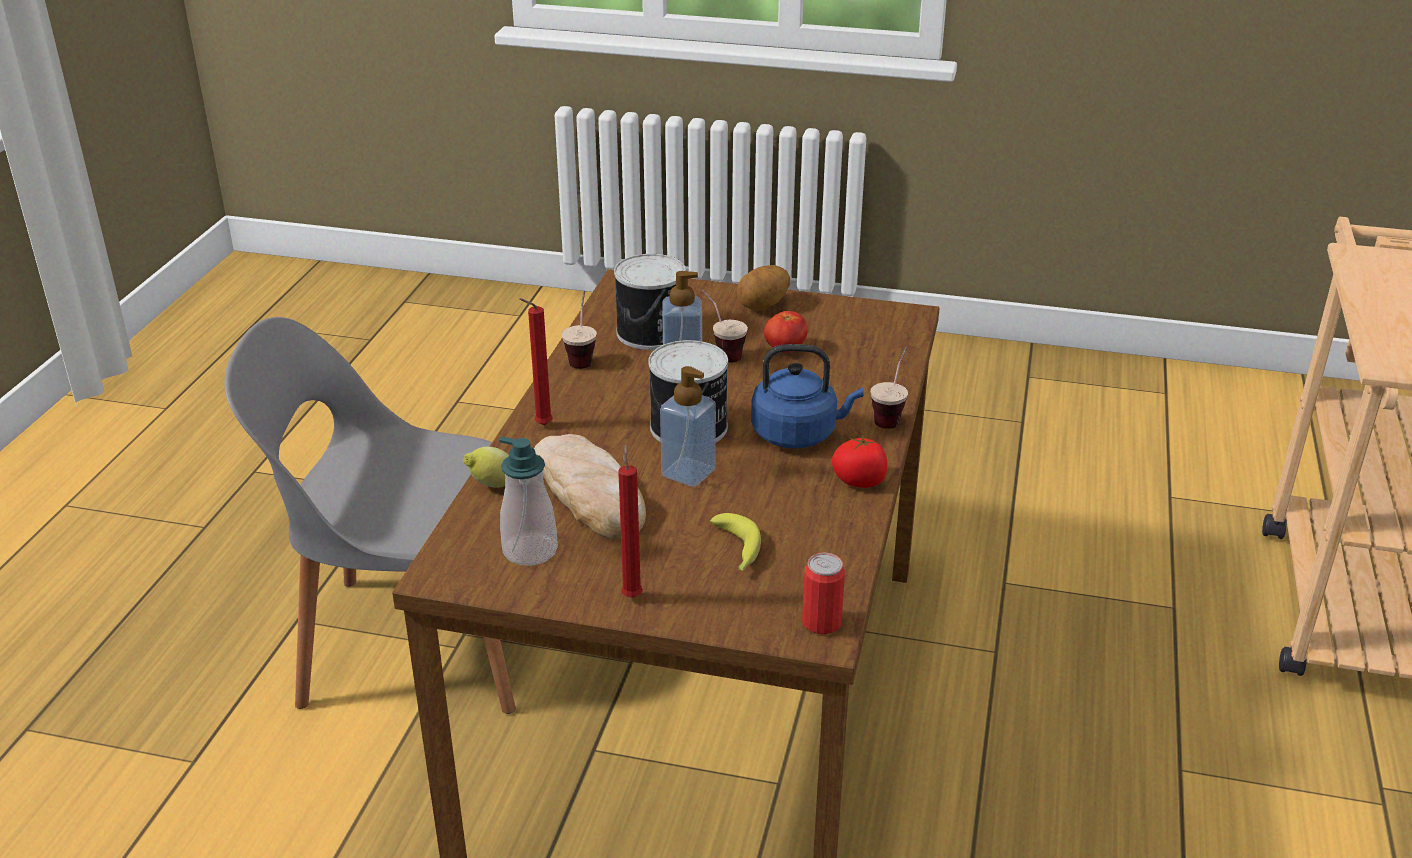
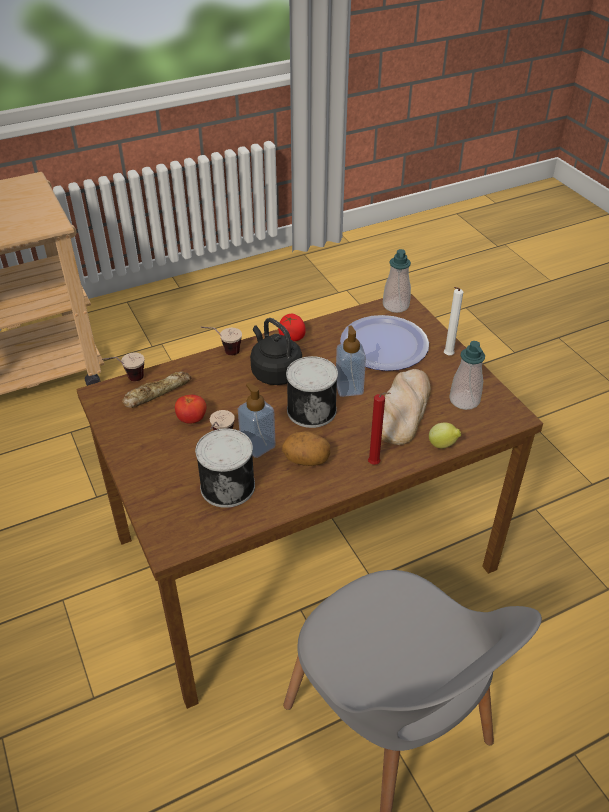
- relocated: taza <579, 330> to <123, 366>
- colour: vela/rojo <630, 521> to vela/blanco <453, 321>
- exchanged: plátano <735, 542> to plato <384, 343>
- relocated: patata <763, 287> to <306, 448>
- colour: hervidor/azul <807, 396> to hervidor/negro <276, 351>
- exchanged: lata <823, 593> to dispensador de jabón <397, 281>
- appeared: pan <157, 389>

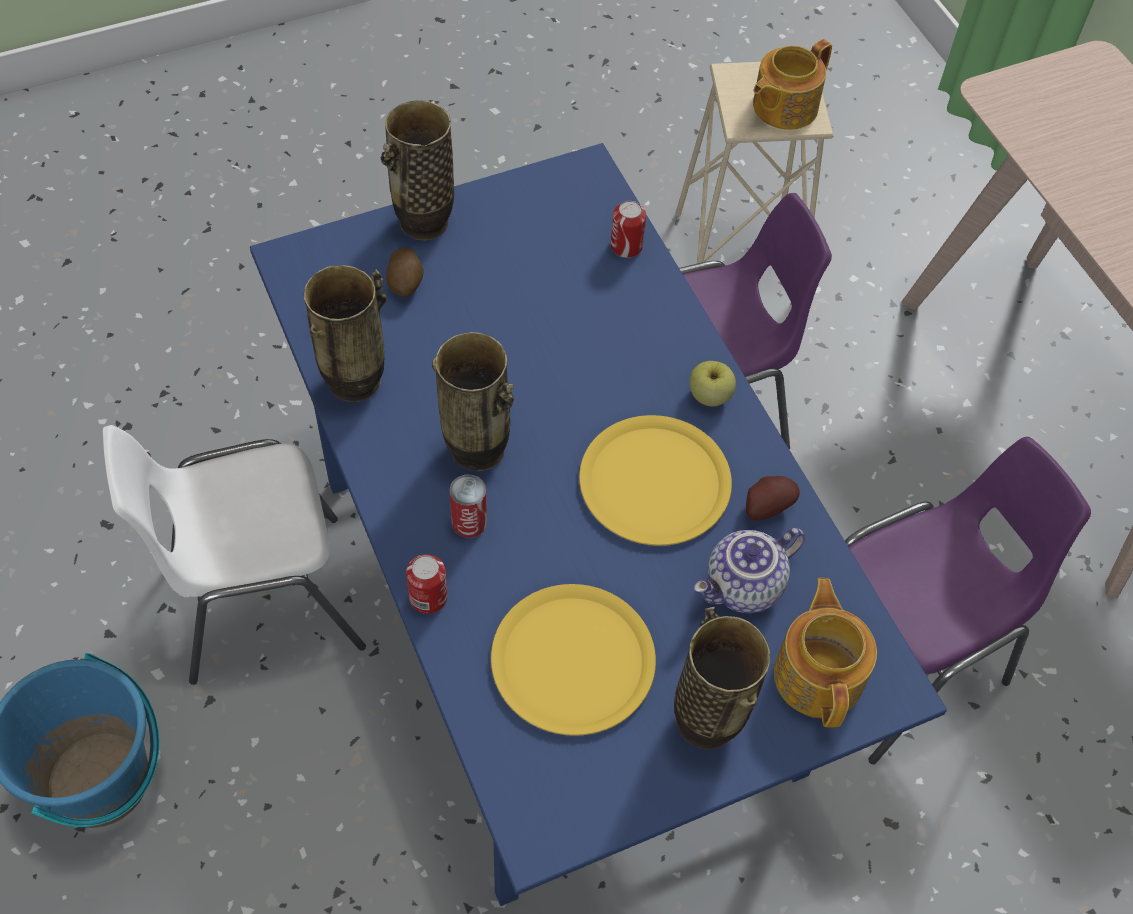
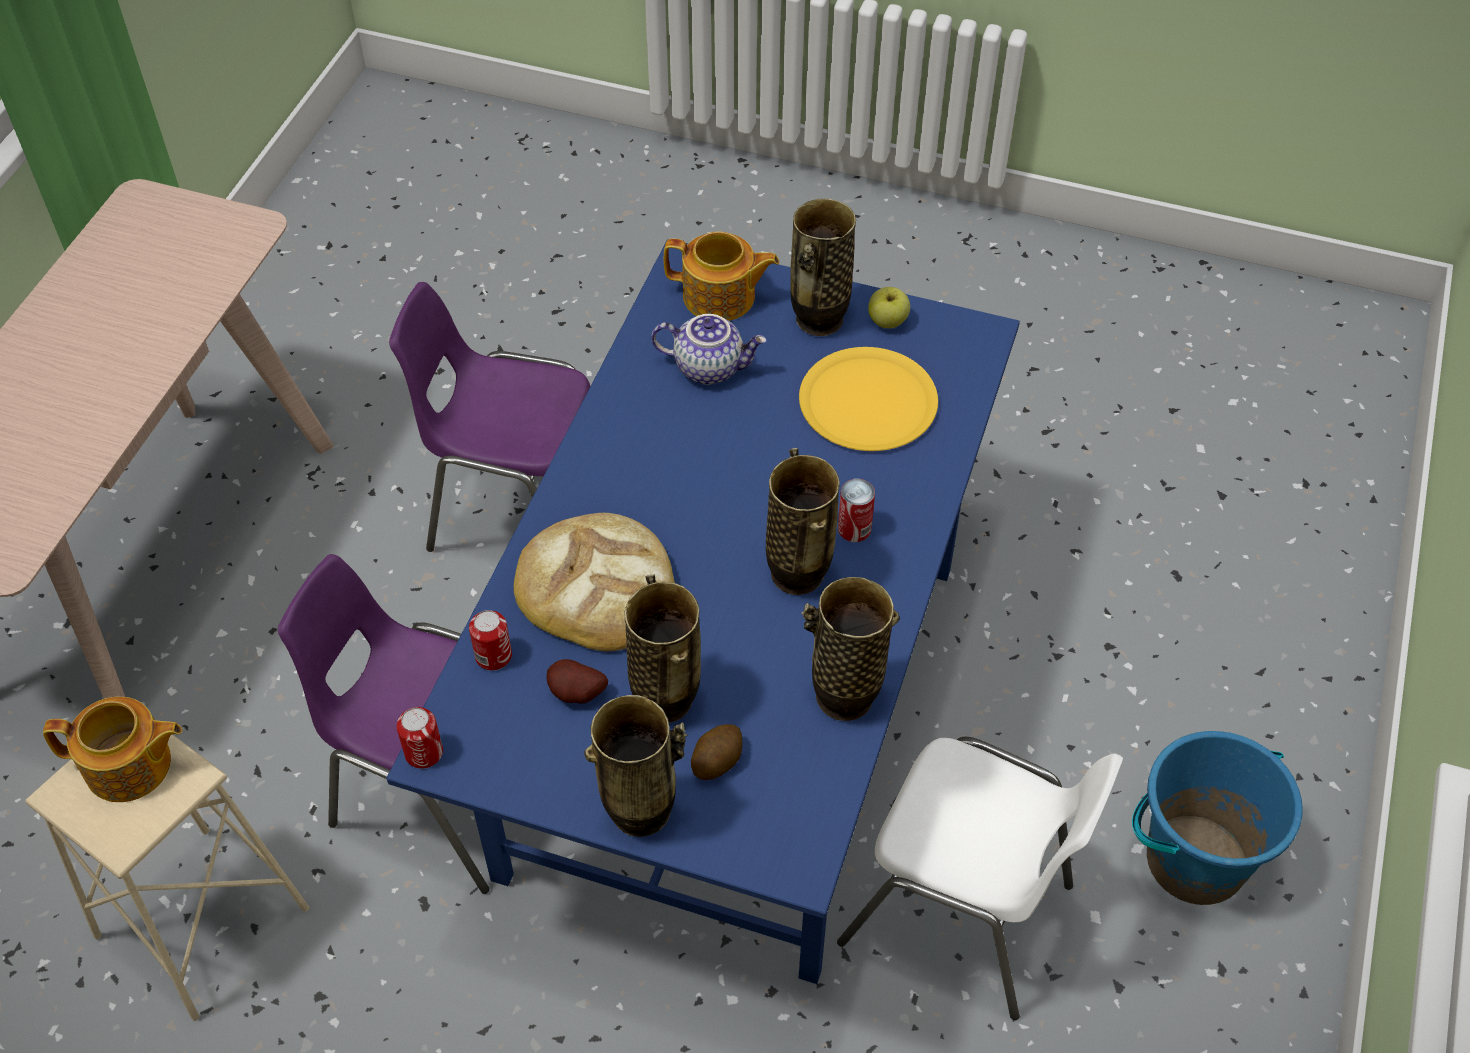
- relocated: lata <426, 584> to <419, 737>
- missing: plato/amarillo <655, 480>
- relocated: manzana <713, 384> to <889, 307>
- relocated: patata <773, 498> to <577, 681>
- spun: tetera <825, 652> = <721, 276> 120 degrees counterclockwise
- appeared: pan <594, 582>
- appeared: florero <663, 648>

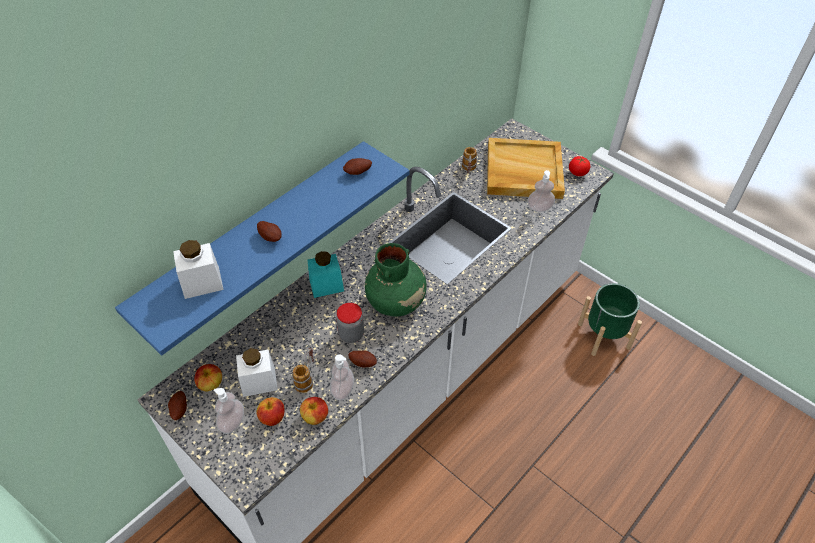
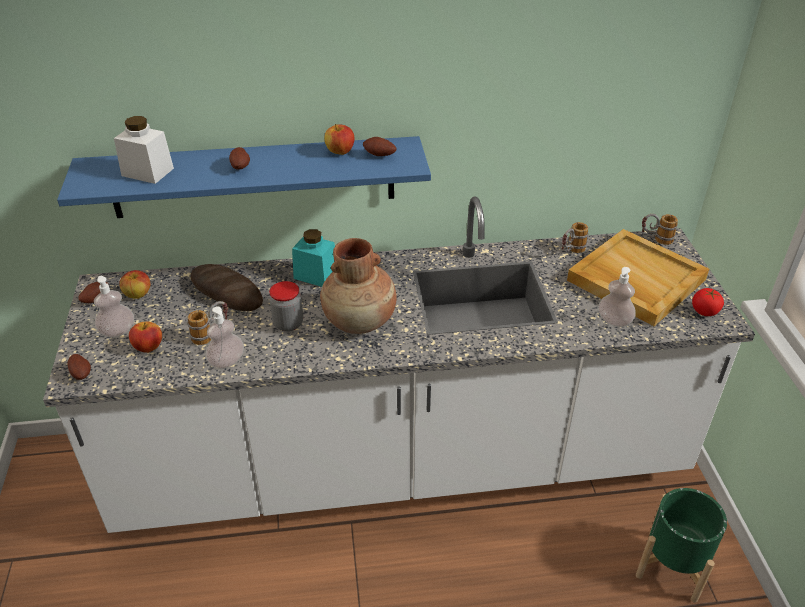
- missing: tarro/blanco <257, 372>
- relocated: manzana <314, 411> to <340, 139>
- relocated: patata <362, 359> to <79, 367>
- colour: florero/verde <396, 280> to florero/marrón <358, 286>
- appeared: pan <227, 287>
- appeared: taza grande <660, 229>

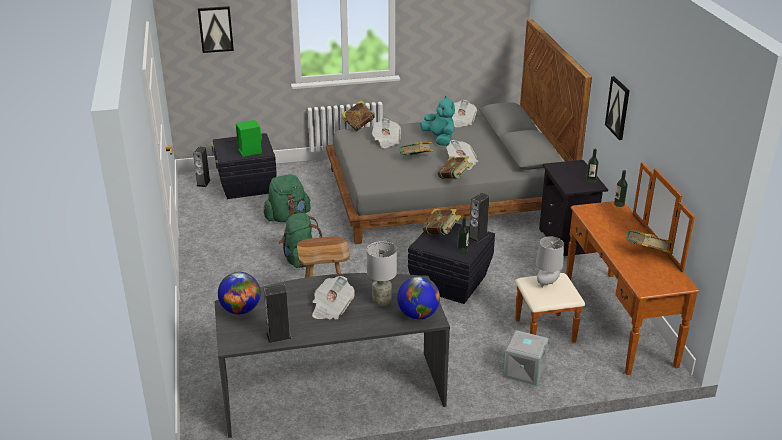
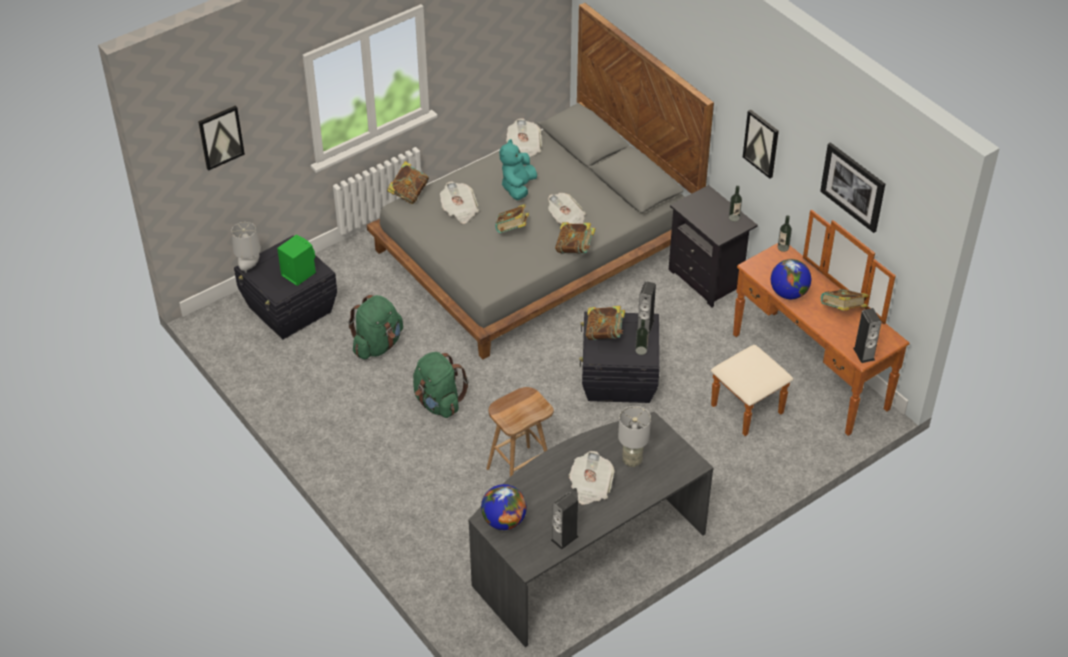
- relocated: altavoz <202, 167> to <867, 335>
- relocated: globo terráqueo <418, 297> to <791, 279>
- spun: peluche/turquesa <437, 121> = <518, 169> 105 degrees counterclockwise
- missing: caja de almacenaje/gris <526, 358>
- relocated: lámpara de mesa/gris <550, 262> to <246, 247>
- appeared: cuadro <852, 187>

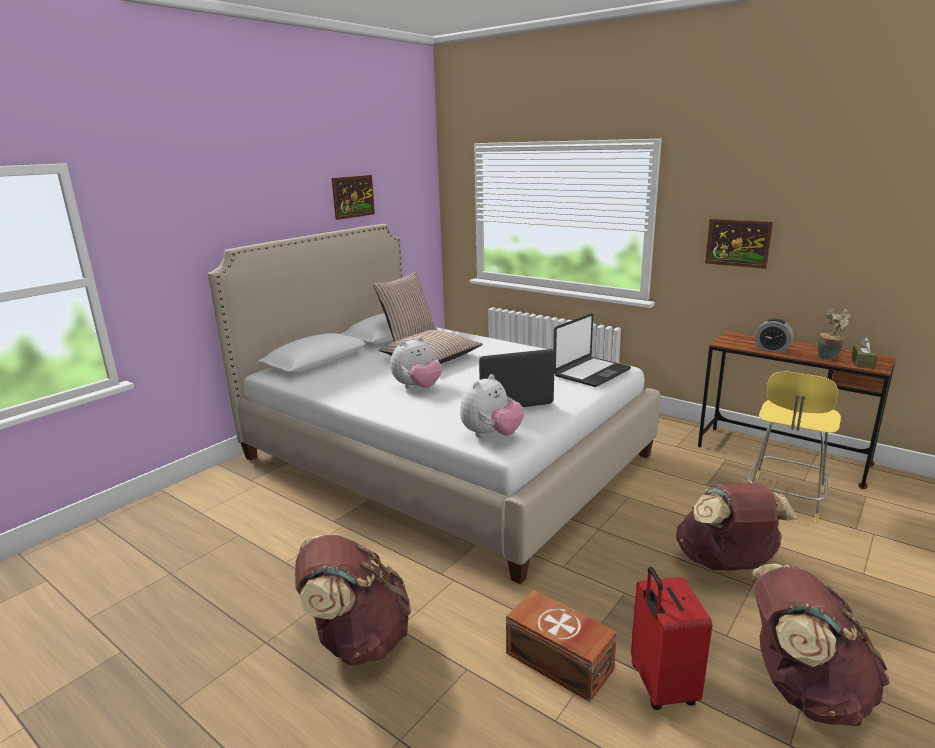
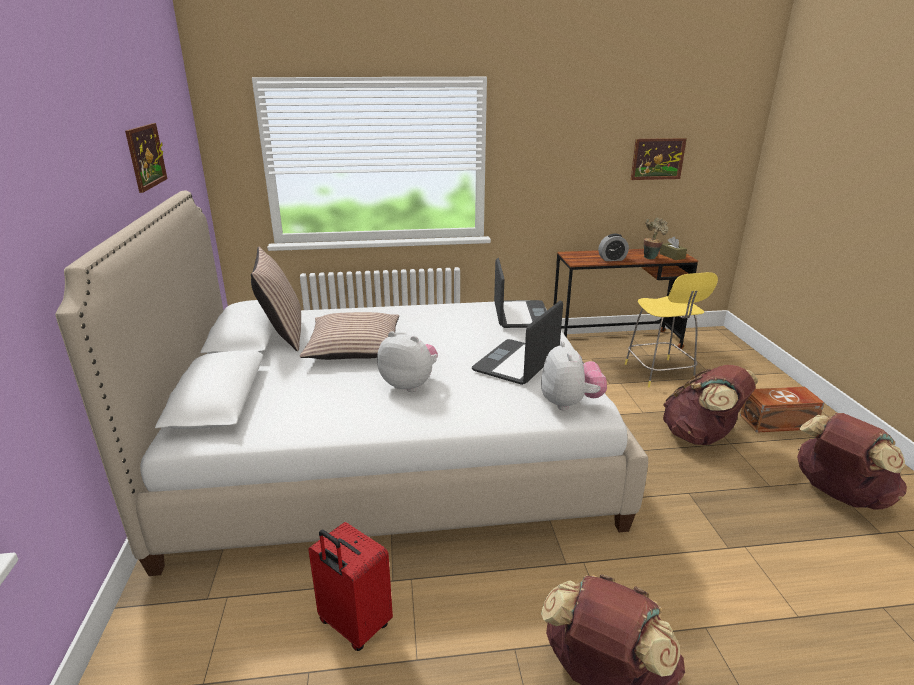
- spun: peluche <416, 363> = <407, 361> 75 degrees counterclockwise
- relocated: caja de almacenaje/marrón <561, 646> to <782, 410>
- relocated: maleta/rojo <671, 638> to <350, 586>
- relocated: cuadro <739, 244> to <659, 159>

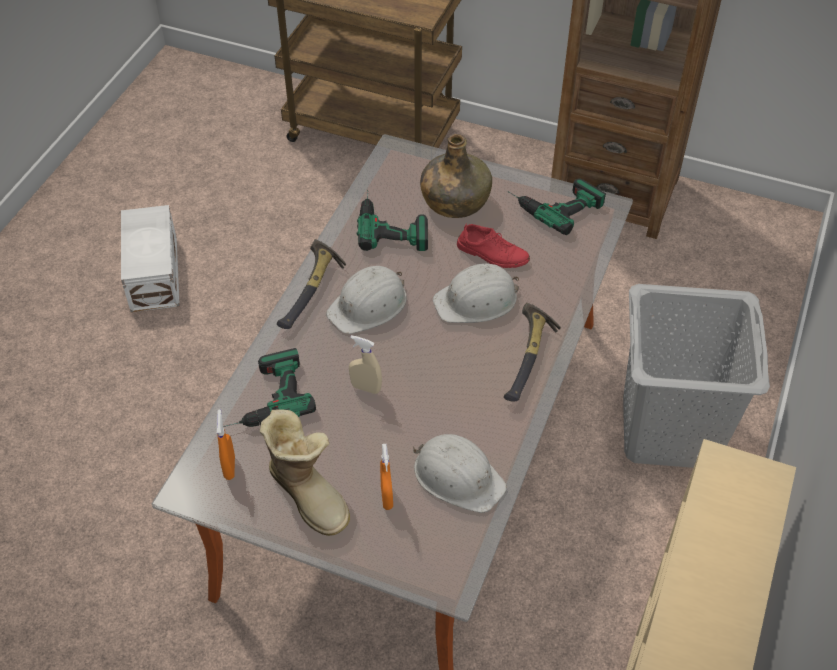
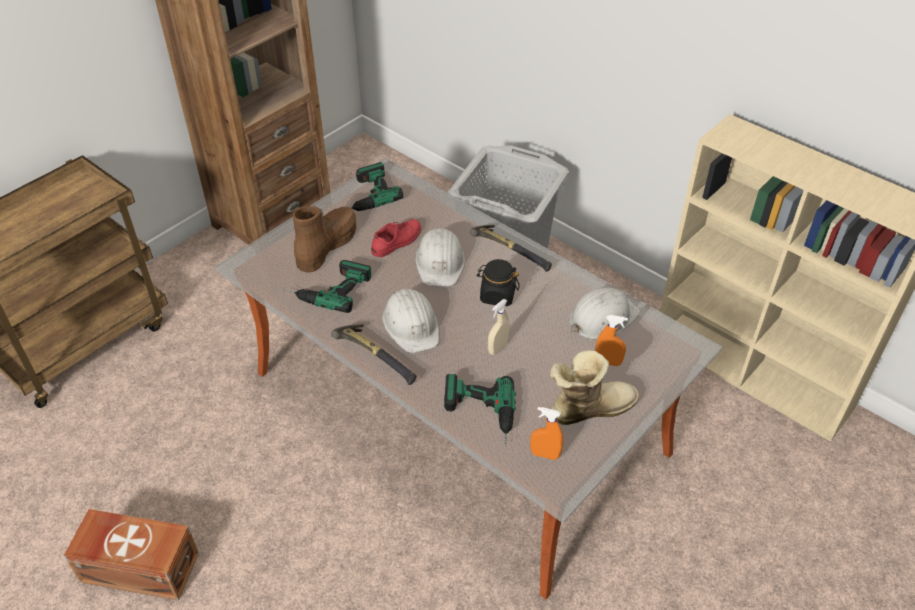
- colour: caja de almacenaje/blanco <150, 258> to caja de almacenaje/marrón <131, 554>
- exchanged: botella/verde <456, 176> to bota/marrón <324, 239>
- appeared: tarro/negro <498, 282>

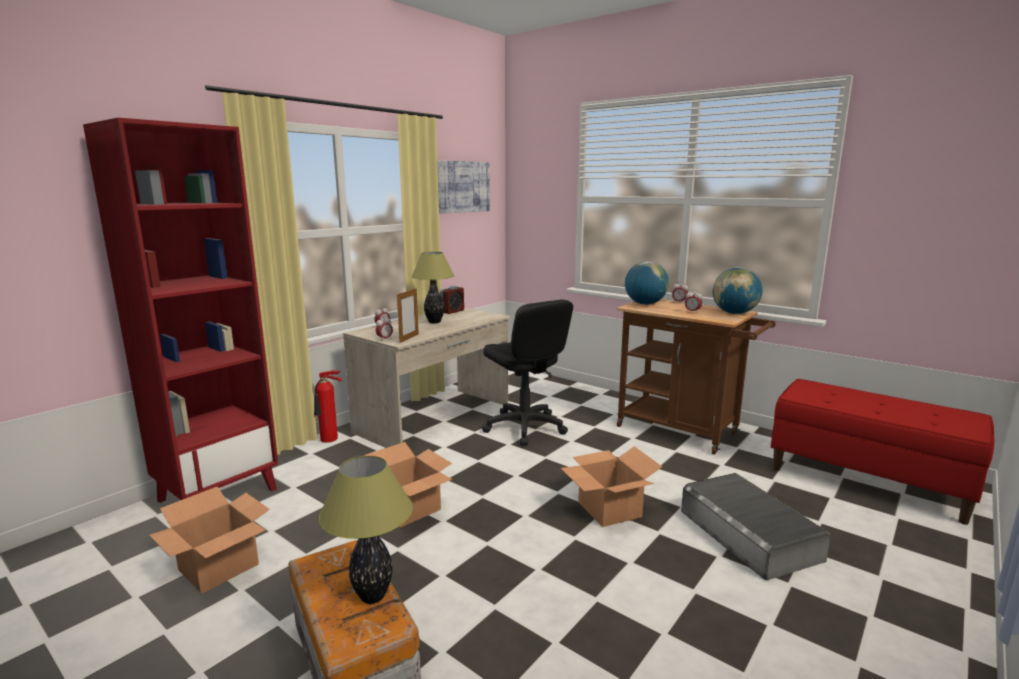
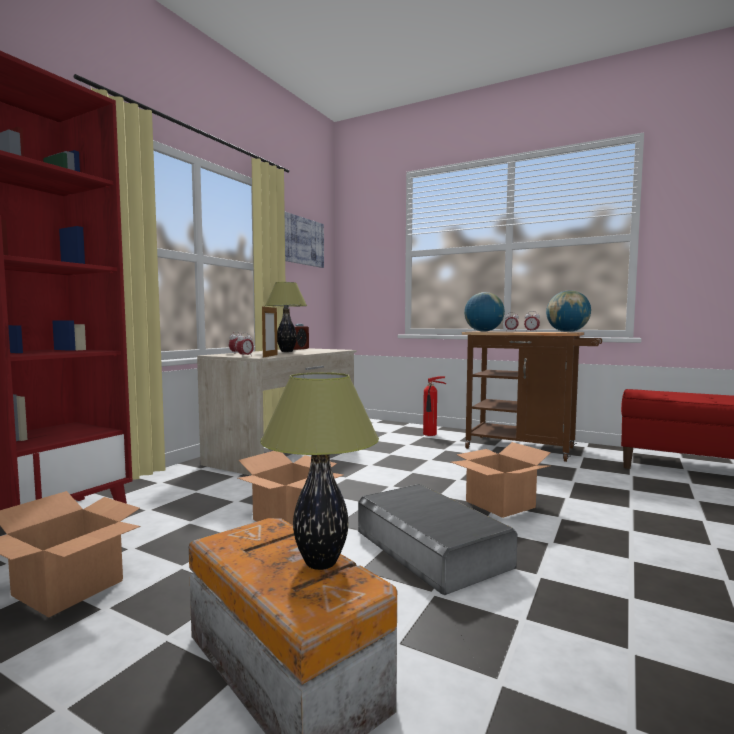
- relocated: extintor <328, 407> to <434, 406>
- missing: silla de oficina/negro <527, 372>
- relocated: caja de almacenaje/gris <756, 526> to <438, 539>

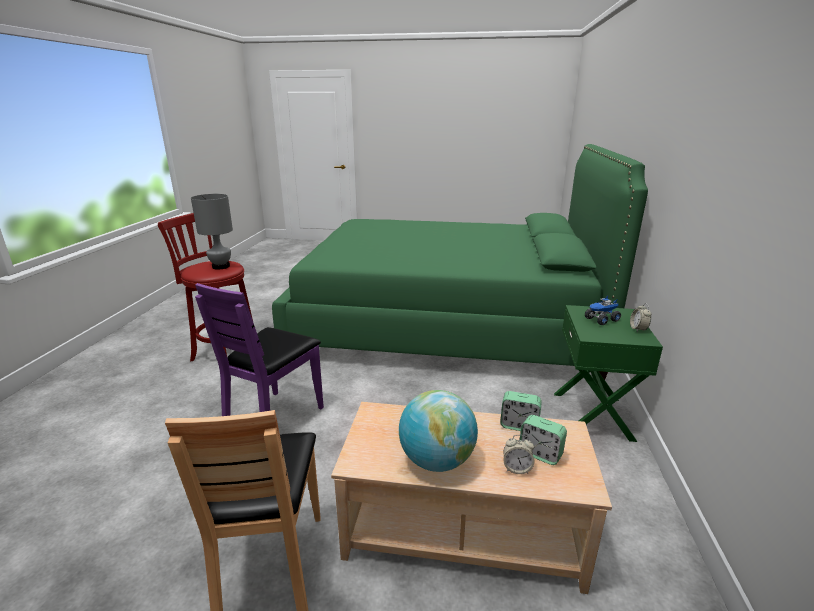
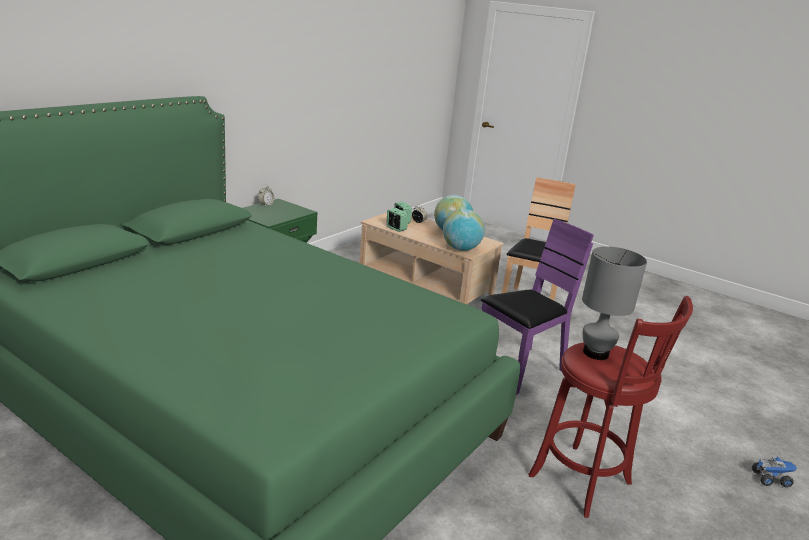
- relocated: camión de juguete <603, 310> to <774, 471>
- appeared: globo terráqueo <464, 230>

